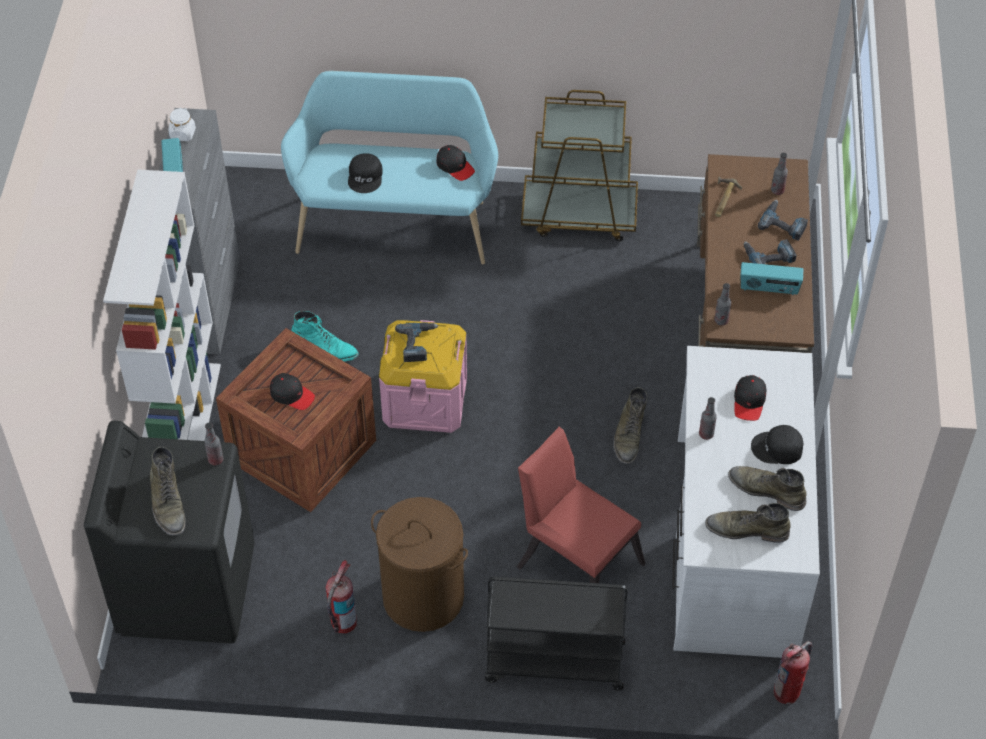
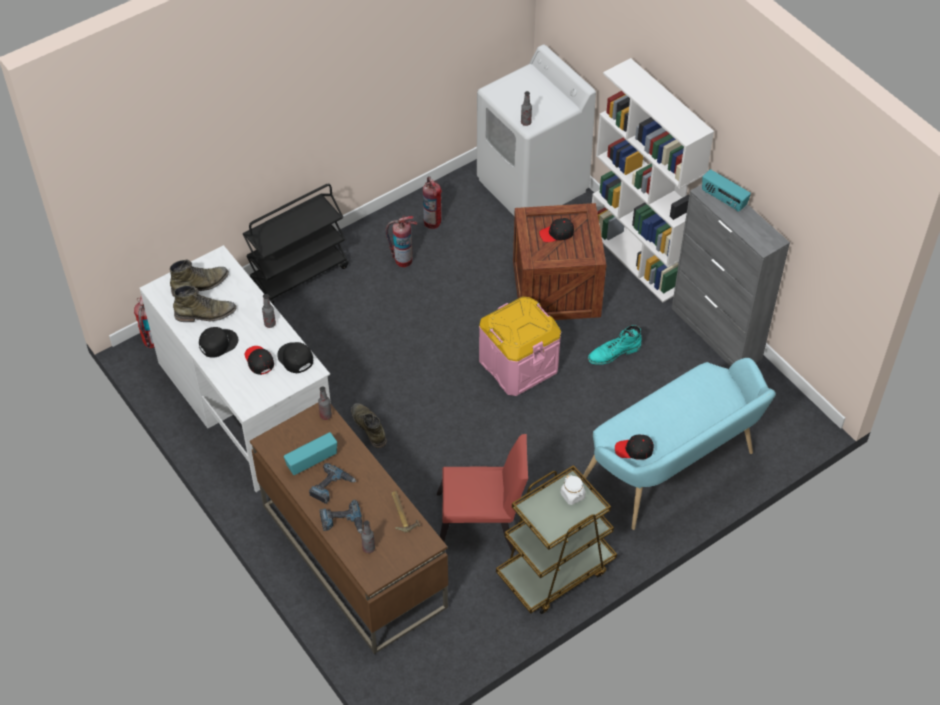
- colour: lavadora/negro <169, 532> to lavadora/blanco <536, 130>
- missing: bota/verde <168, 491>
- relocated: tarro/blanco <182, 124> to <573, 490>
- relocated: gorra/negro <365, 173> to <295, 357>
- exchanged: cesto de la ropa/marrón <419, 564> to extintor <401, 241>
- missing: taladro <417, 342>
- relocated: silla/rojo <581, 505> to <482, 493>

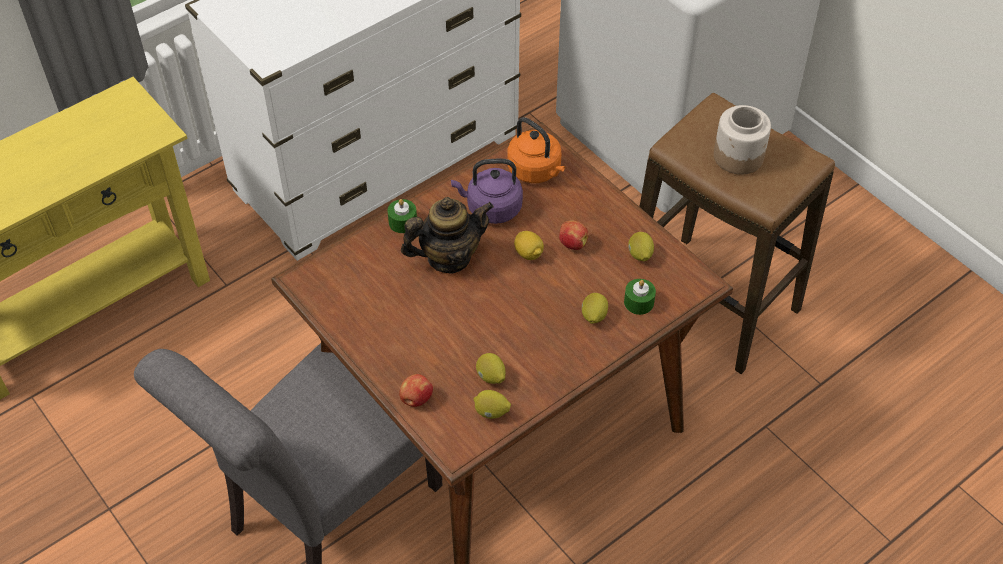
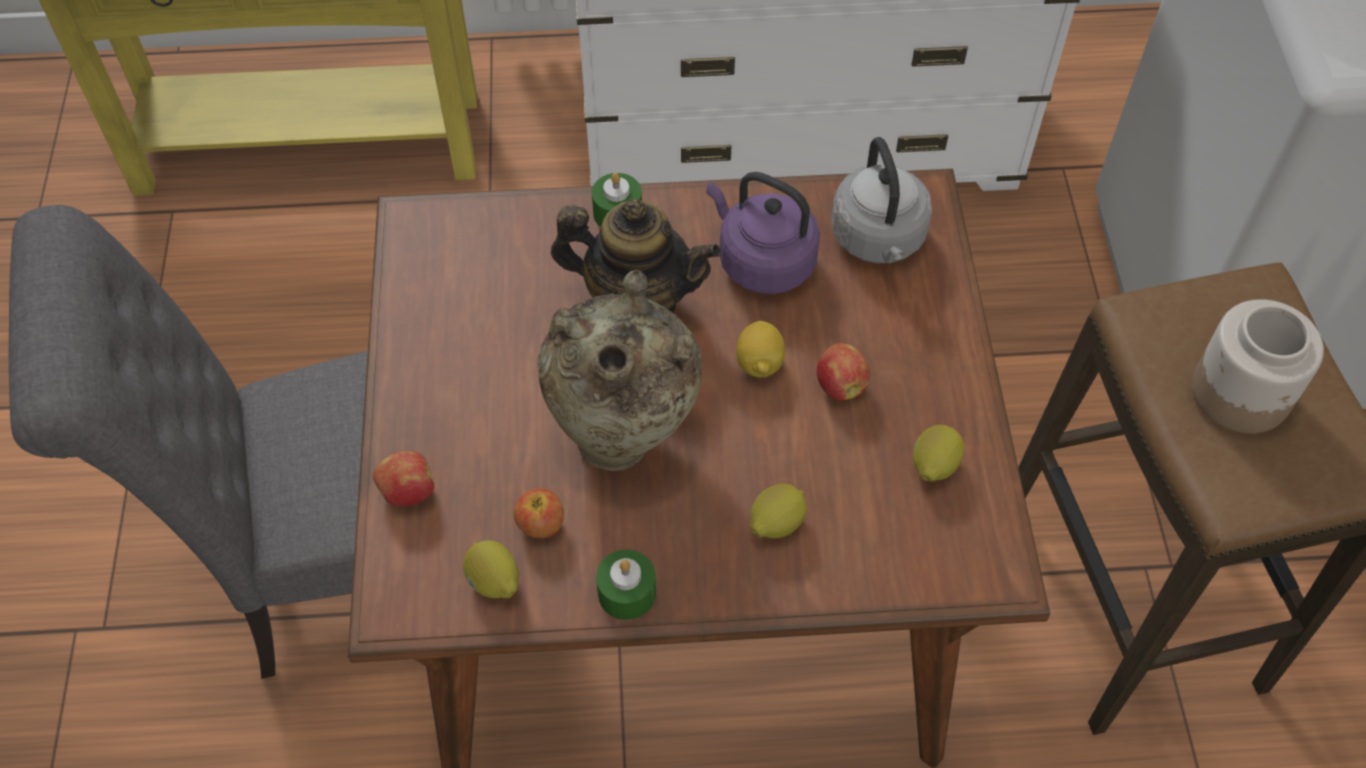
- exchanged: limón <491, 368> to manzana <538, 513>
- colour: hervidor/naranja <536, 150> to hervidor/gris <881, 200>
- relocated: vela/verde <640, 297> to <626, 584>
- appeared: florero/beis <620, 370>

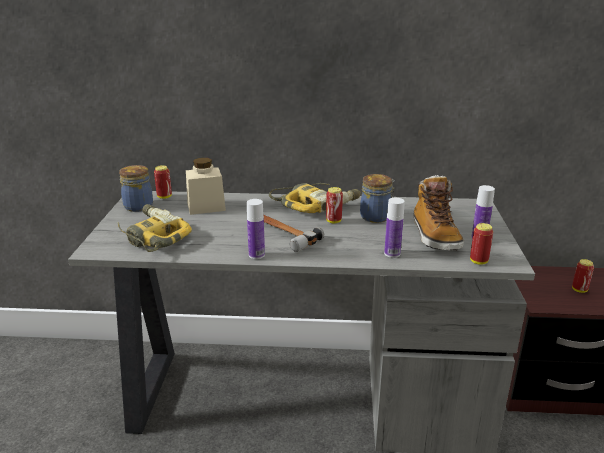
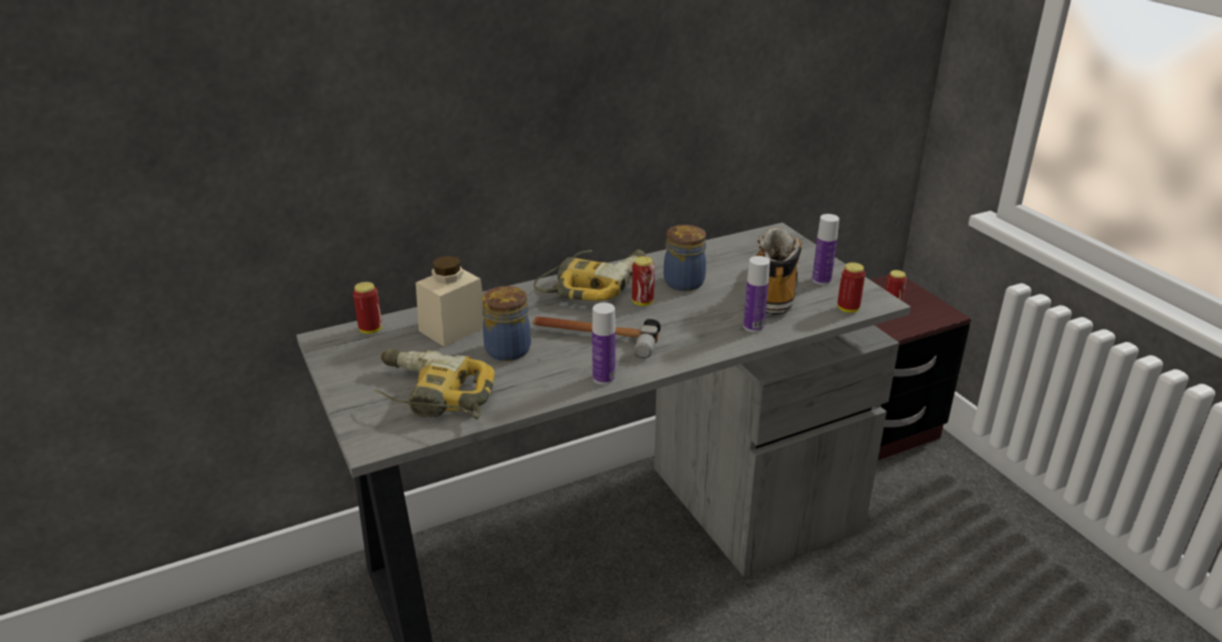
- relocated: tarro <136, 188> to <506, 323>
- spun: bota <439, 212> = <779, 271> 135 degrees counterclockwise

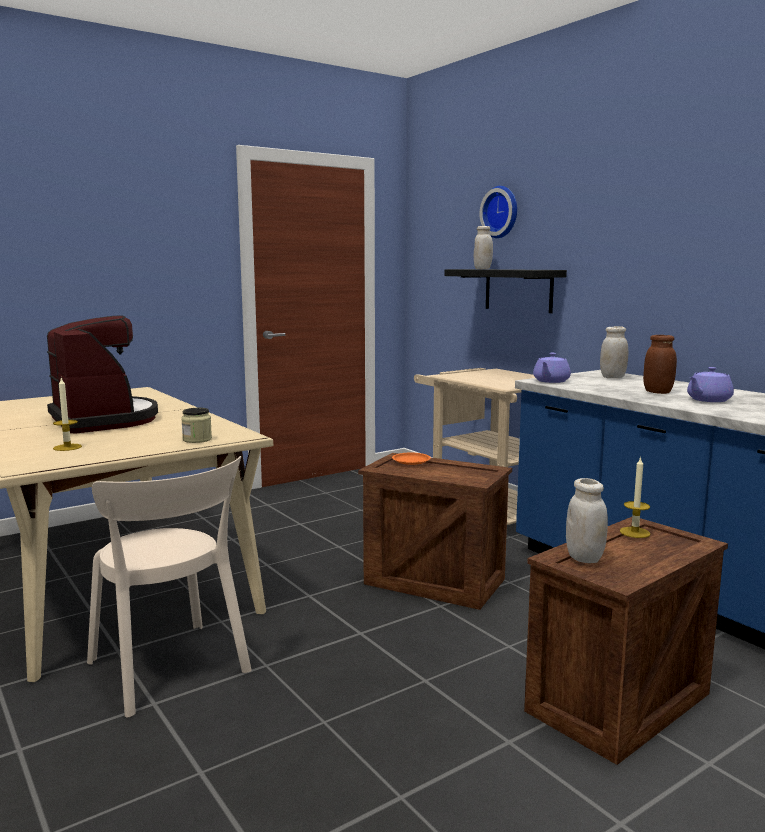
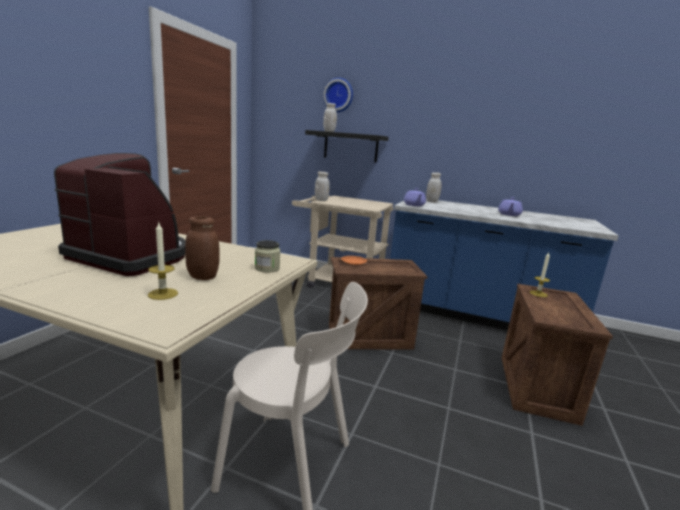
- relocated: tarro/blanco <587, 520> to <322, 186>
- relocated: tarro/marrón <660, 364> to <202, 248>

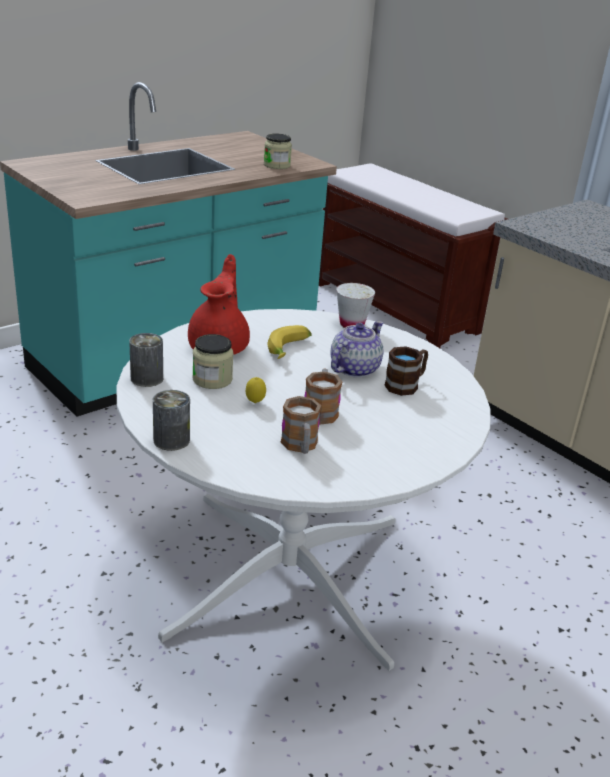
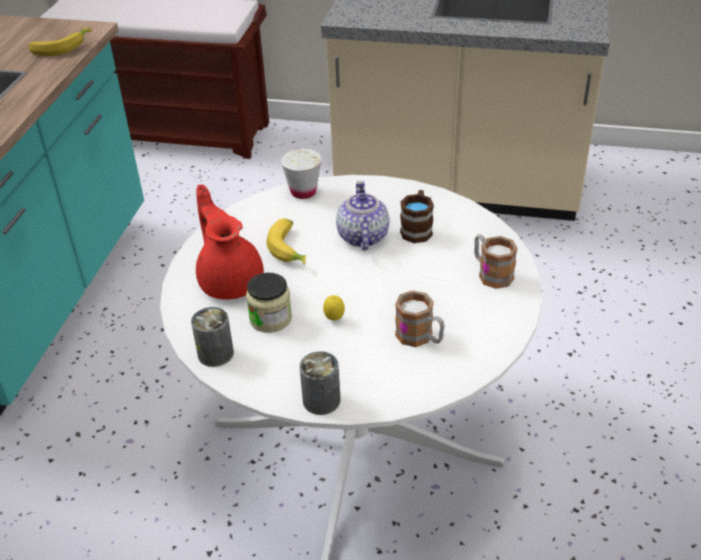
- exchanged: tarro <278, 151> to plátano <60, 42>
- relocated: taza grande <323, 397> to <496, 261>

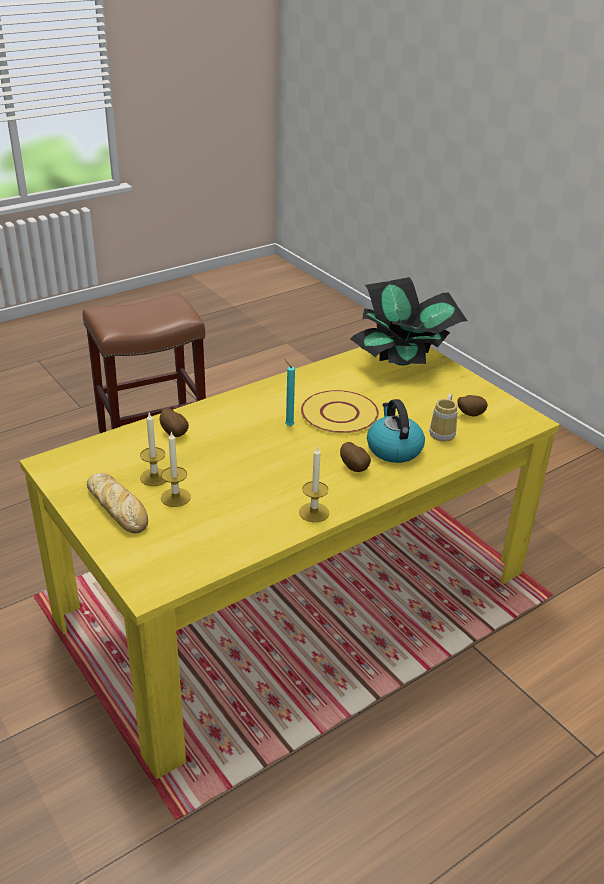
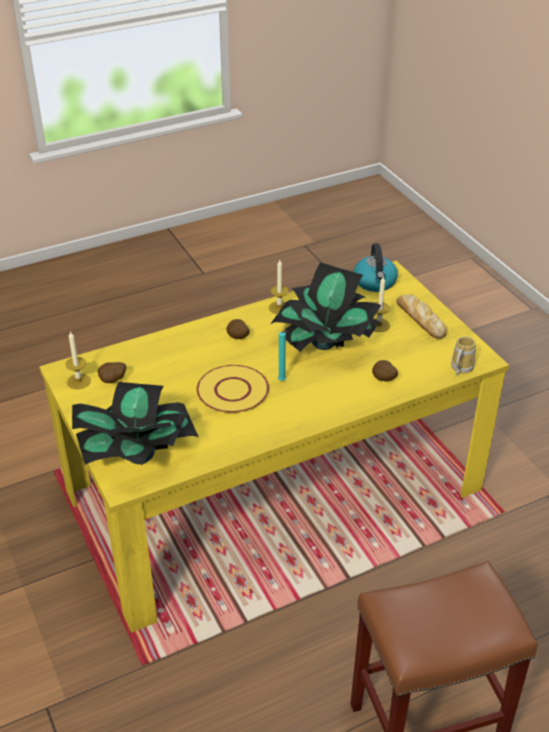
- relocated: vela <153, 449> to <78, 360>
- relocated: hervidor <396, 431> to <376, 267>
- relocated: taza grande <443, 417> to <463, 355>
- appeared: planta en maceta <326, 307>

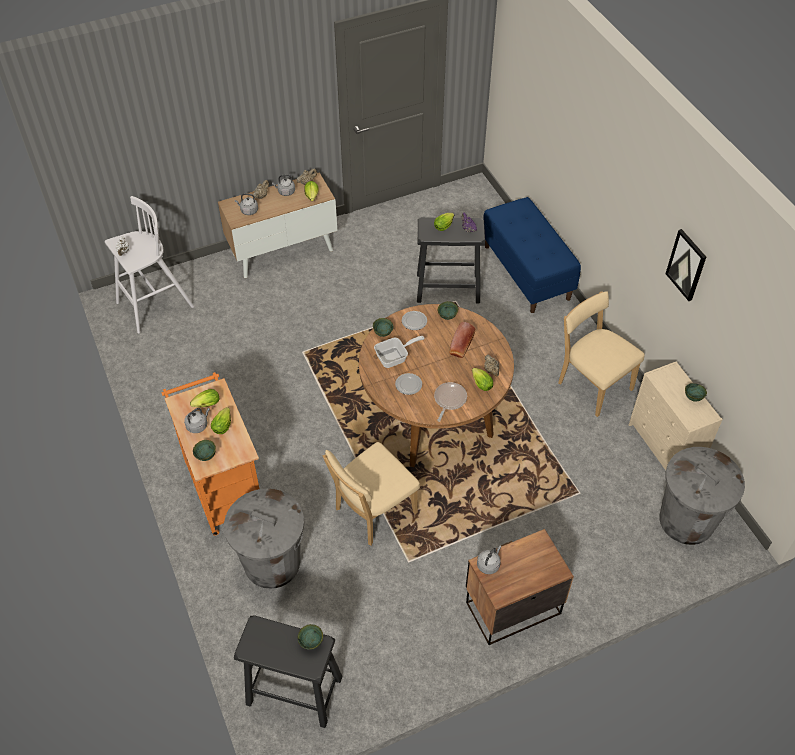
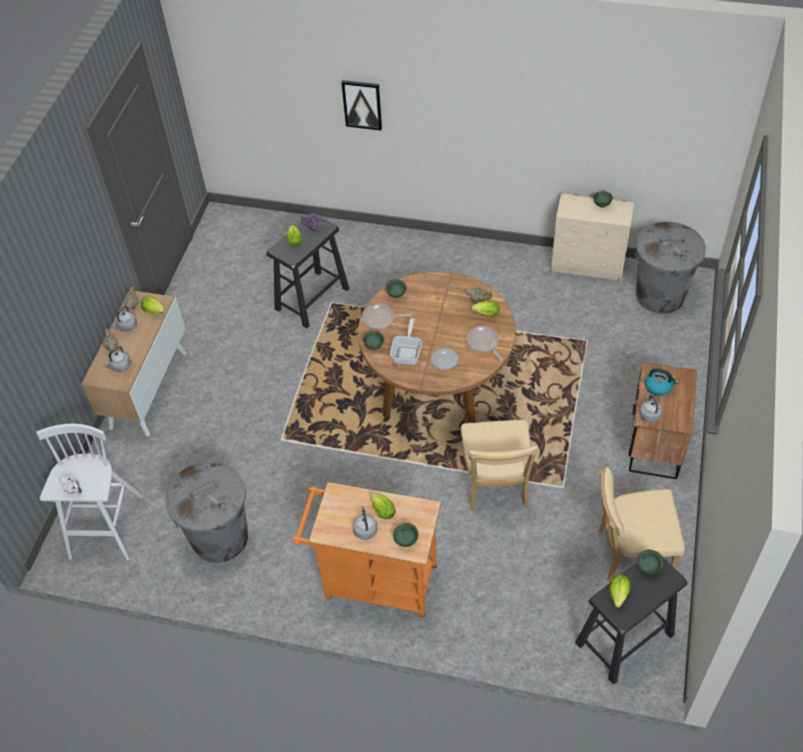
- relocated: lechuga <204, 398> to <620, 591>
- relocated: papelera/gris <264, 539> to <206, 512>
- exchanged: plato <414, 320> to sartén <387, 316>
- missing: pan <462, 340>
- missing: banco/azul <532, 255>
- relocated: silla/beis <601, 354> to <641, 524>
- relocated: cuadro <686, 265> to <361, 105>
- appeared: hervidor <662, 382>

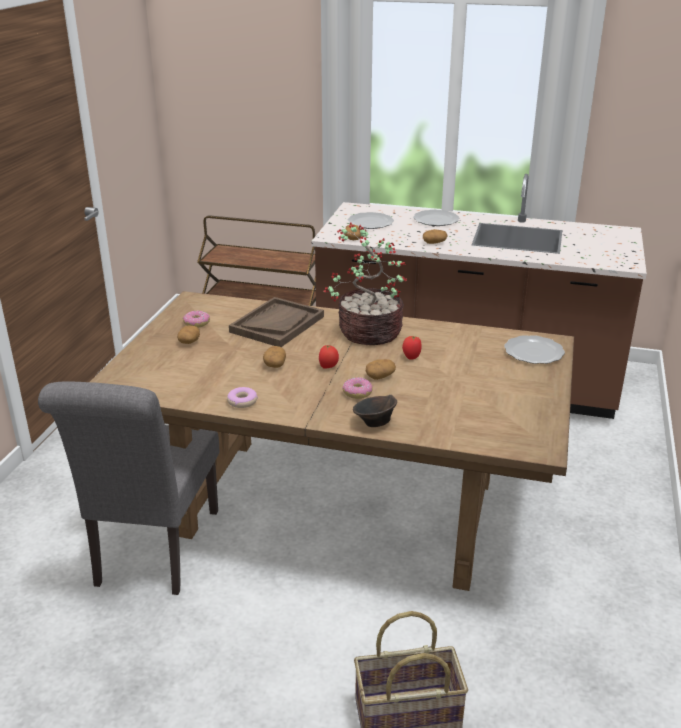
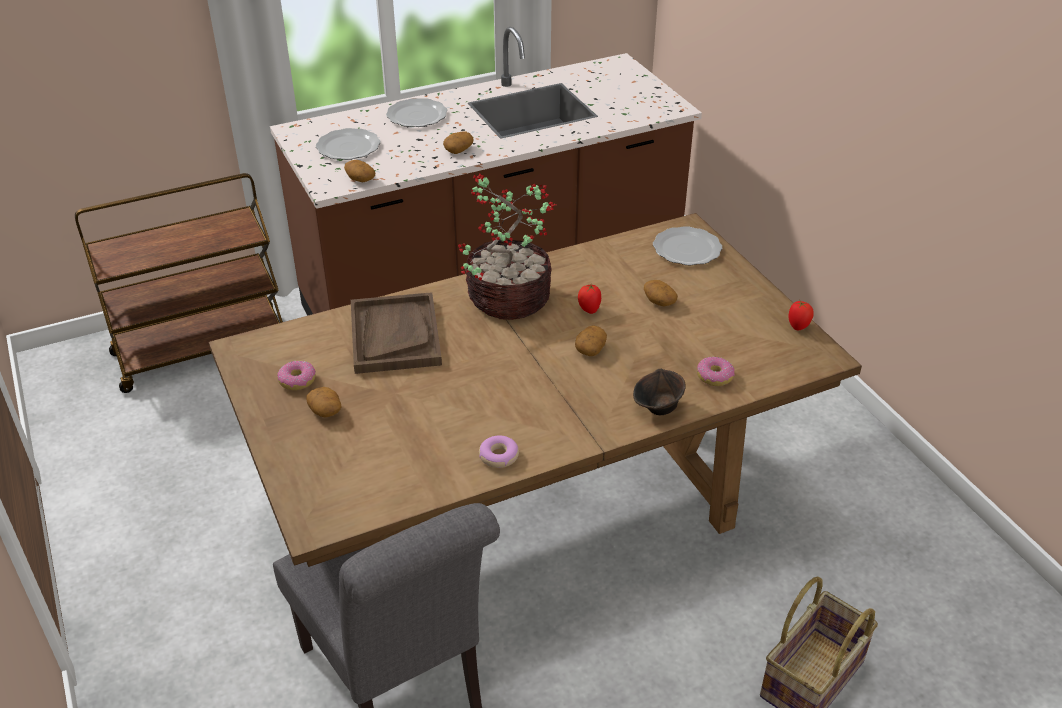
- relocated: patata <274, 357> to <661, 293>
- relocated: tomate <329, 357> to <801, 315>
- relocated: rosquilla <357, 388> to <716, 371>

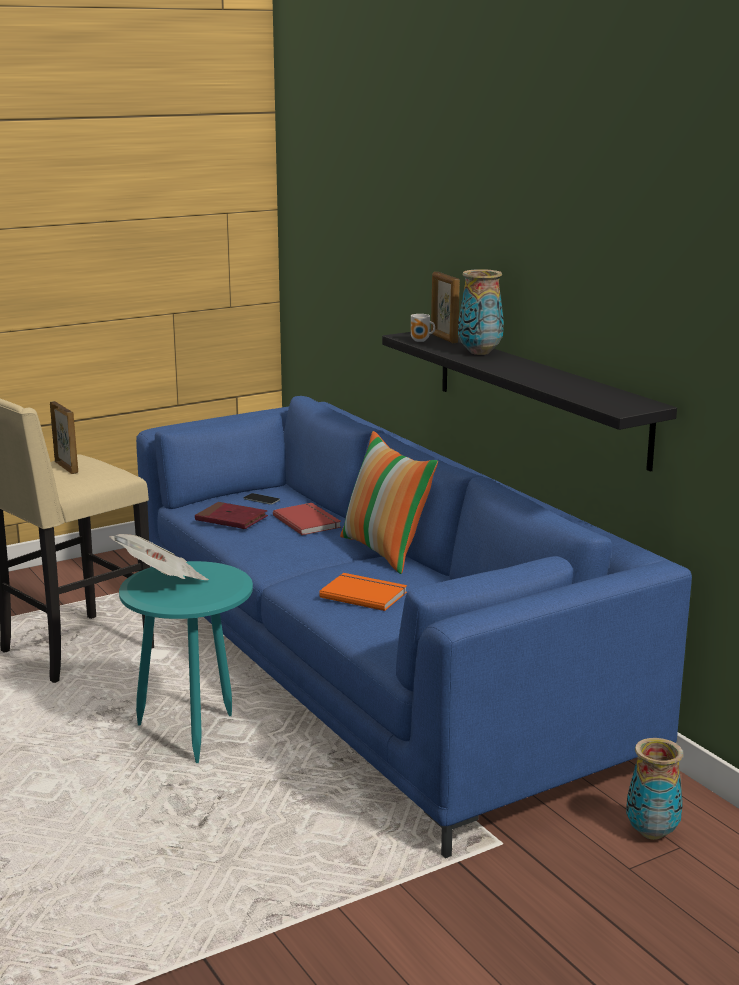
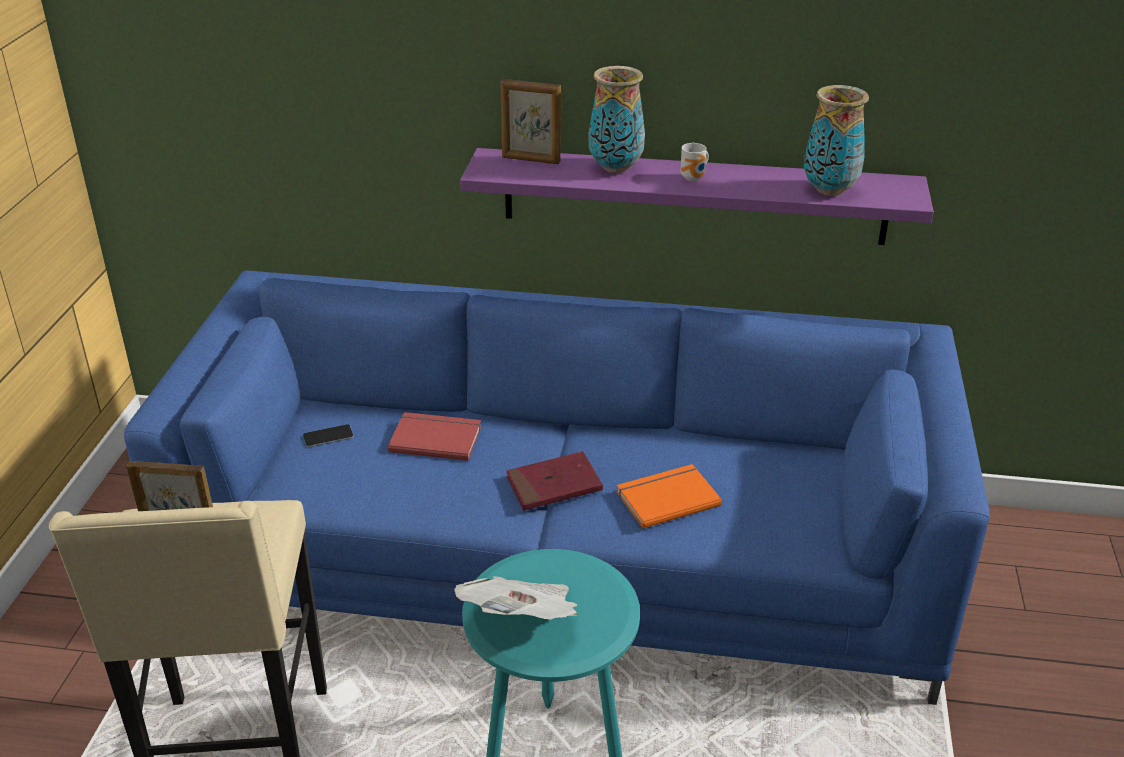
- relocated: libro/rojo <231, 515> to <554, 481>
- missing: cojín <389, 502>
- colour: estante/negro <529, 400> to estante/morado <697, 196>
- relocated: taza grande <423, 328> to <695, 162>
- relocated: florero <654, 789> to <836, 140>

